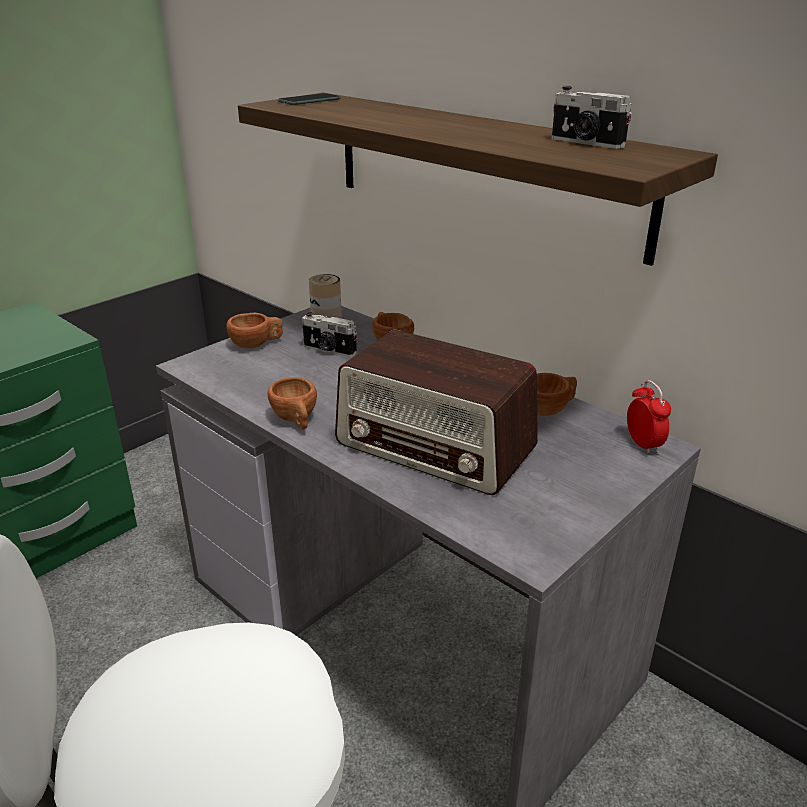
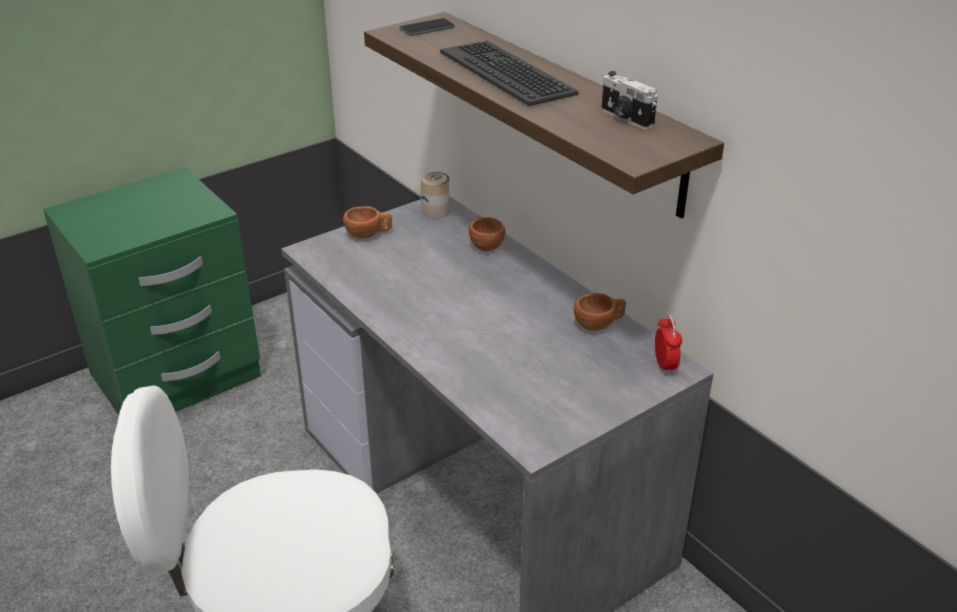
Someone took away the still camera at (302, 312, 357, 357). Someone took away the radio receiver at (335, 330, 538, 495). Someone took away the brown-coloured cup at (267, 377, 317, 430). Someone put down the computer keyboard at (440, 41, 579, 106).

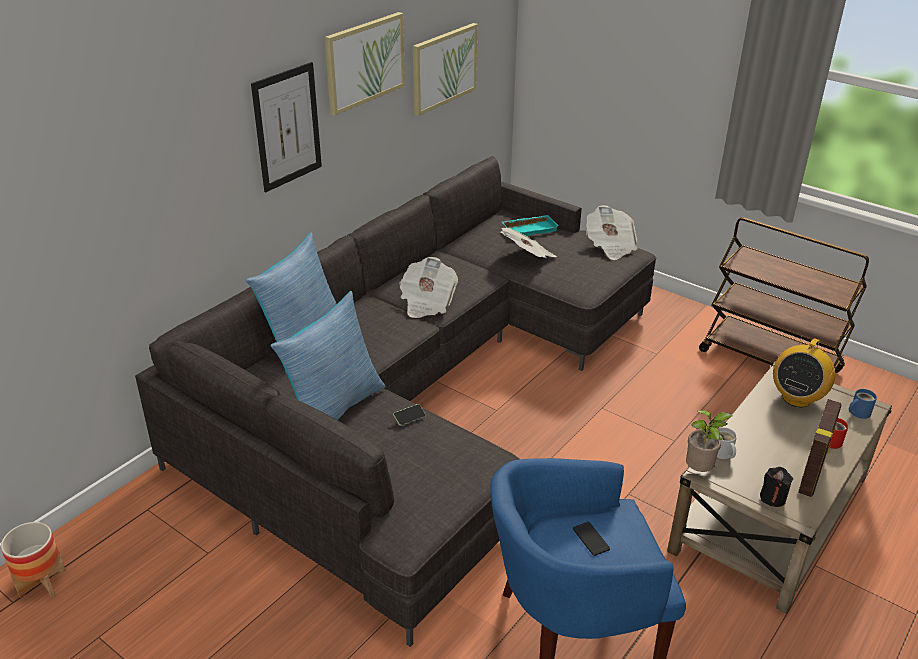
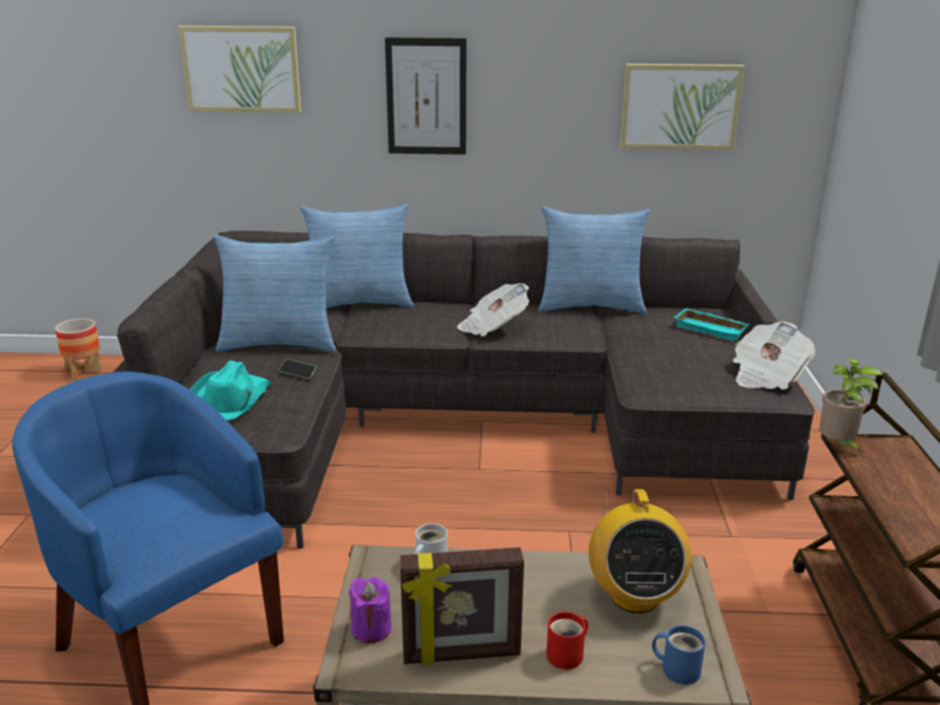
Someone carried the wall picture from (325, 12, 405, 116) to (178, 26, 301, 113). Someone took away the newspaper at (501, 228, 557, 258). Someone rotated the radio receiver at (773, 335, 835, 408) by 90 degrees counterclockwise. Someone carried the houseplant from (686, 410, 732, 472) to (819, 358, 882, 455). Someone repainted the black wax candle at (760, 467, 793, 507), which became the purplish wax candle at (349, 577, 392, 643). Someone took away the telephone at (573, 522, 610, 556). Someone put down the cushion at (538, 207, 650, 314). Someone put down the blue-green hat at (190, 361, 272, 420).

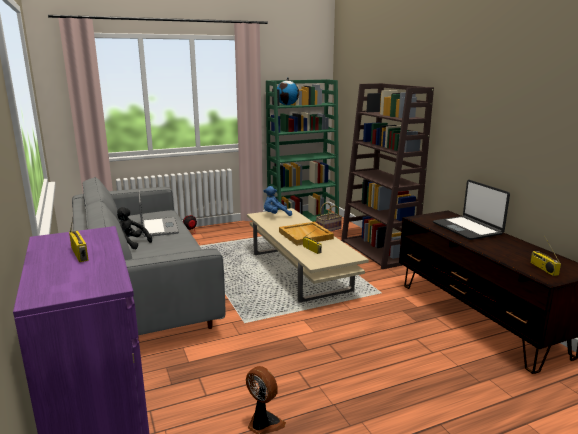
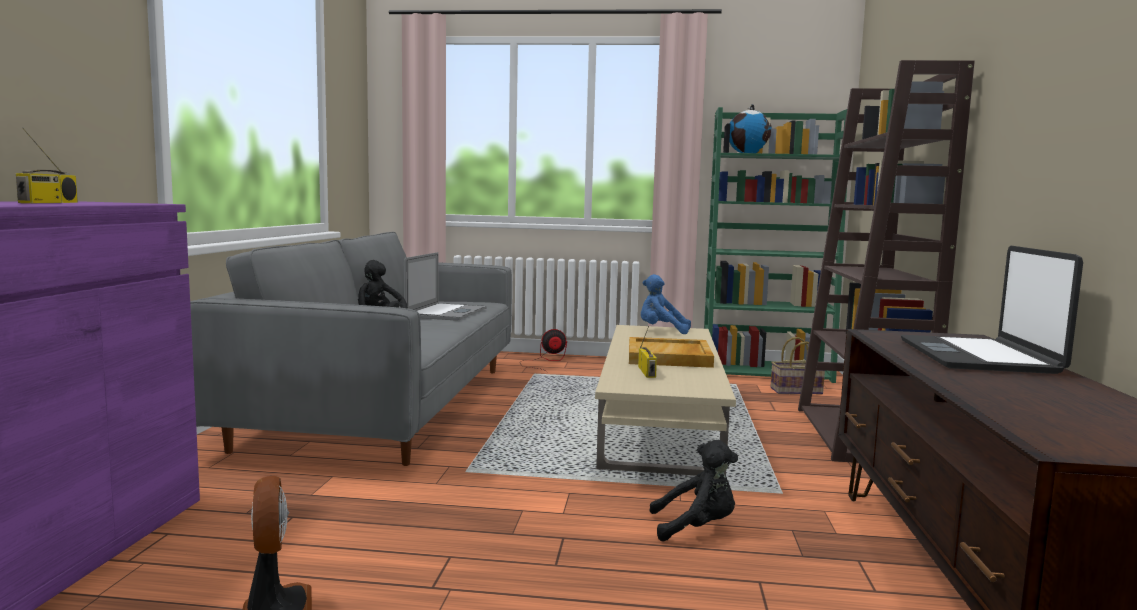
Someone took away the radio receiver at (531, 237, 561, 276). Someone put down the black soft toy at (649, 440, 738, 541).

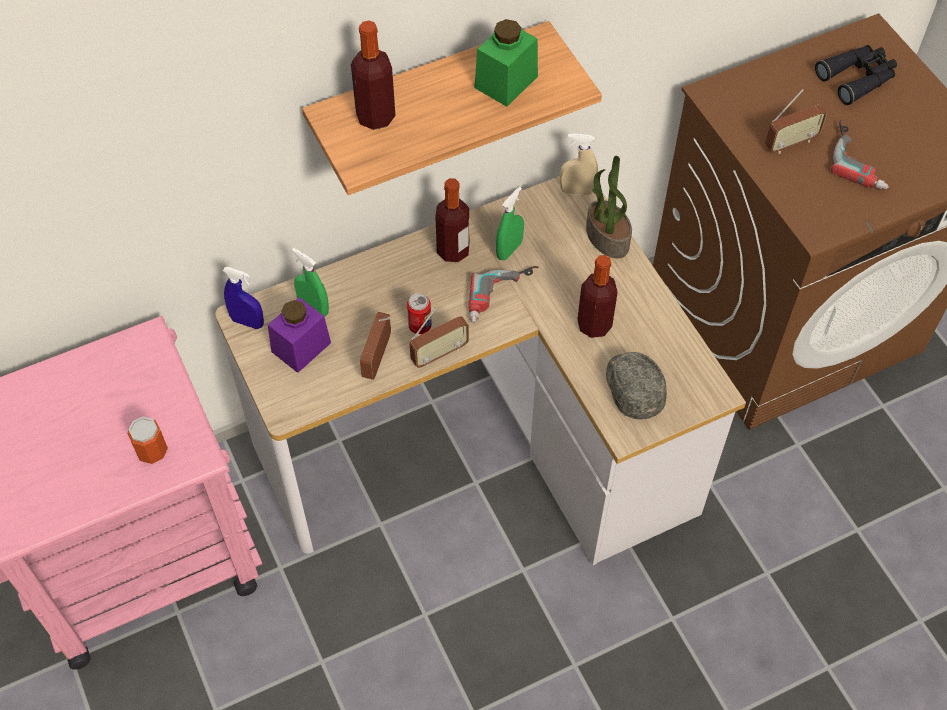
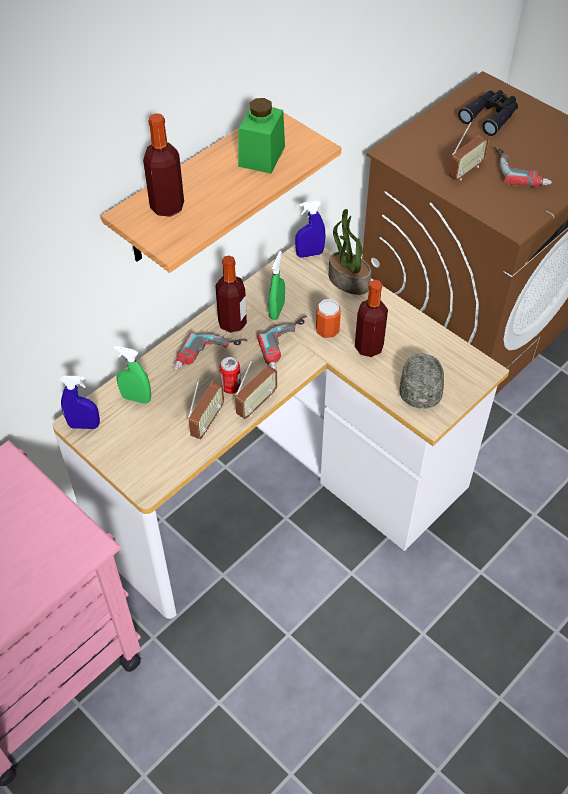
Someone repainted the beige spray bottle at (560, 133, 598, 195), which became the bluish spray bottle at (295, 200, 326, 258). Someone took away the purplish storage jar at (268, 297, 331, 373). Someone rotated the radio receiver at (360, 312, 391, 380) by 150 degrees counterclockwise. Someone rotated the greyish peaked cap at (606, 352, 667, 420) by 45 degrees clockwise. Someone carried the metal can from (127, 417, 168, 464) to (316, 299, 341, 339). Someone put down the drill at (174, 332, 248, 371).

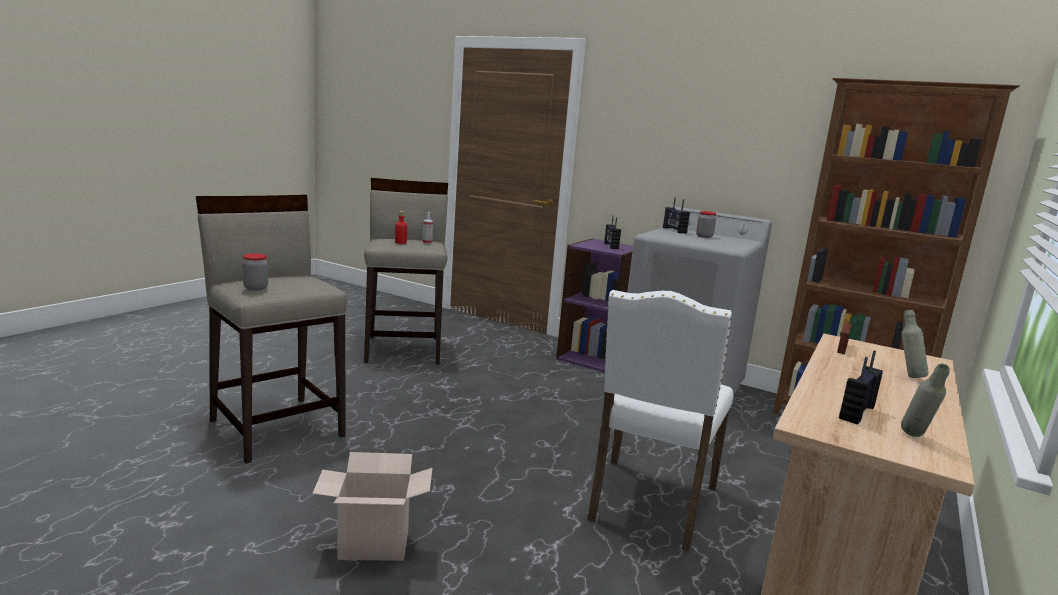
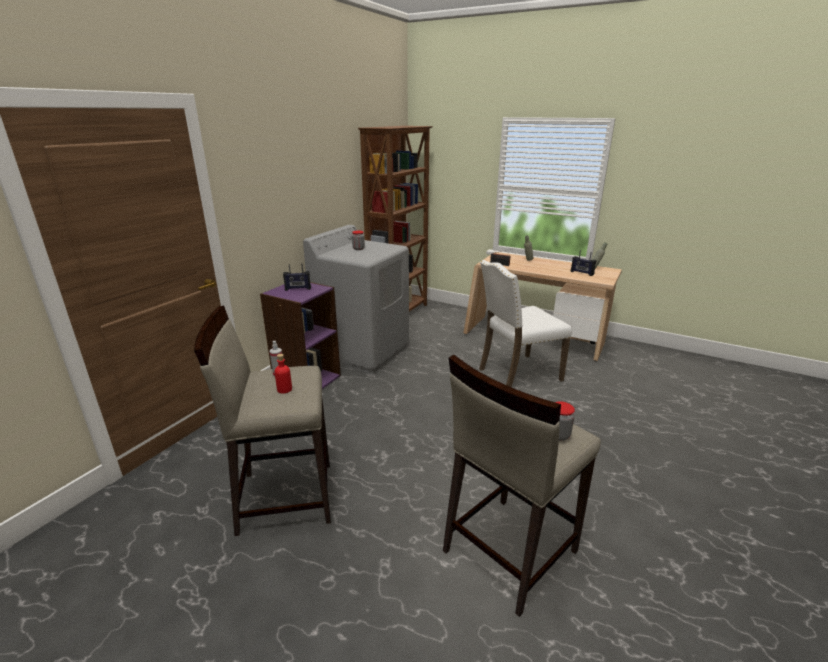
Someone took away the radio receiver at (663, 197, 690, 233). Someone rotated the white upright chair at (587, 290, 733, 551) by 135 degrees clockwise. Someone took away the carton at (312, 452, 432, 561).

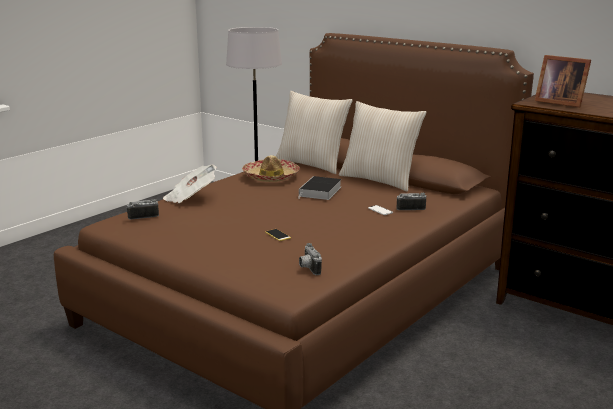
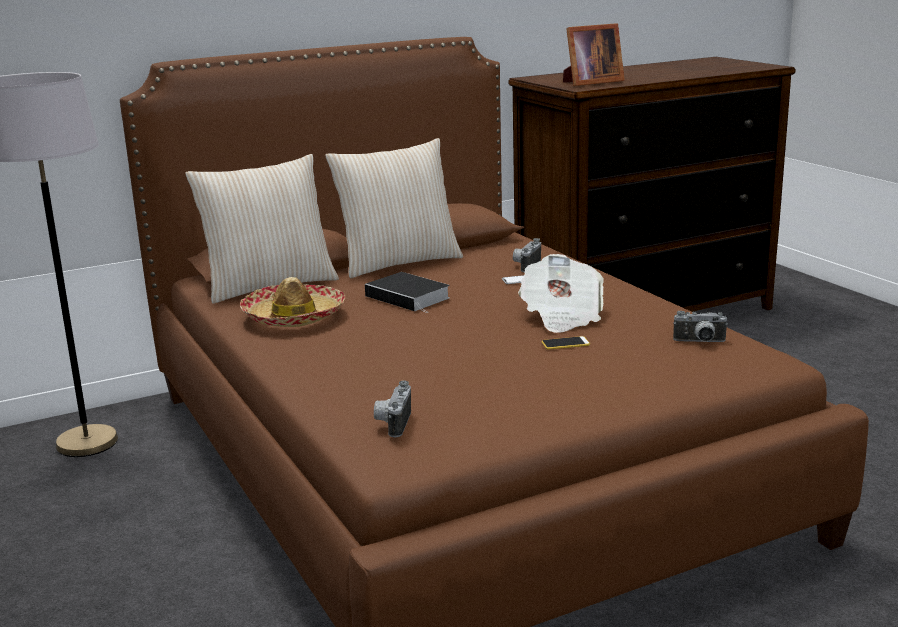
Someone carried the newspaper from (163, 165, 217, 203) to (519, 254, 604, 333).

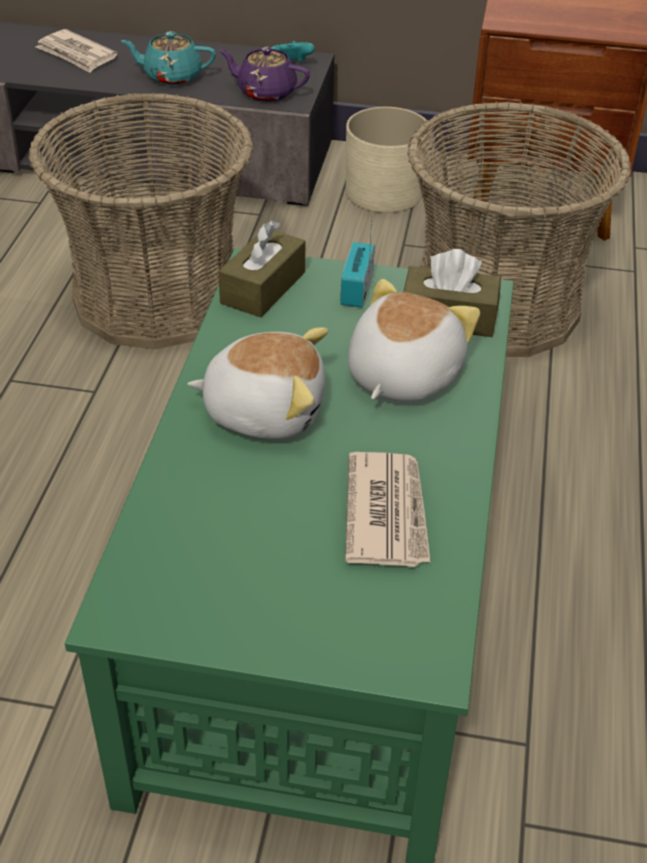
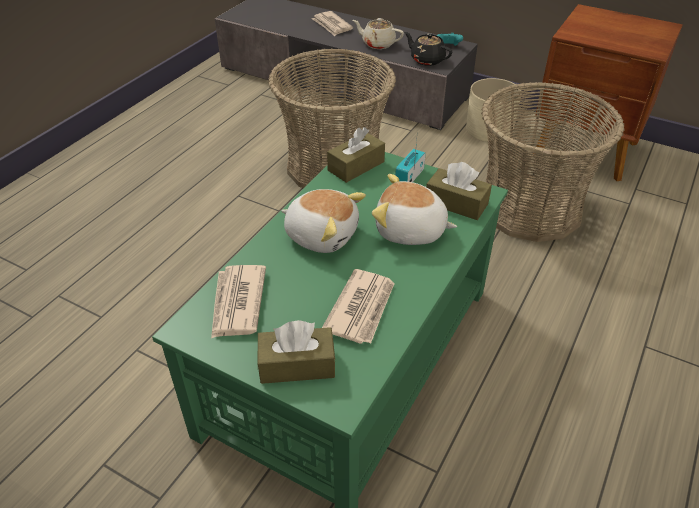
Someone repainted the blue-green tea pot at (121, 31, 216, 86), which became the beige tea pot at (353, 18, 404, 49). Someone repainted the purplish tea pot at (219, 47, 310, 102), which became the black tea pot at (404, 32, 452, 66). Someone rotated the soft toy at (348, 279, 480, 402) by 120 degrees counterclockwise. Someone put down the newspaper at (211, 265, 266, 339). Someone put down the brown-coloured box of tissues at (258, 320, 336, 384).

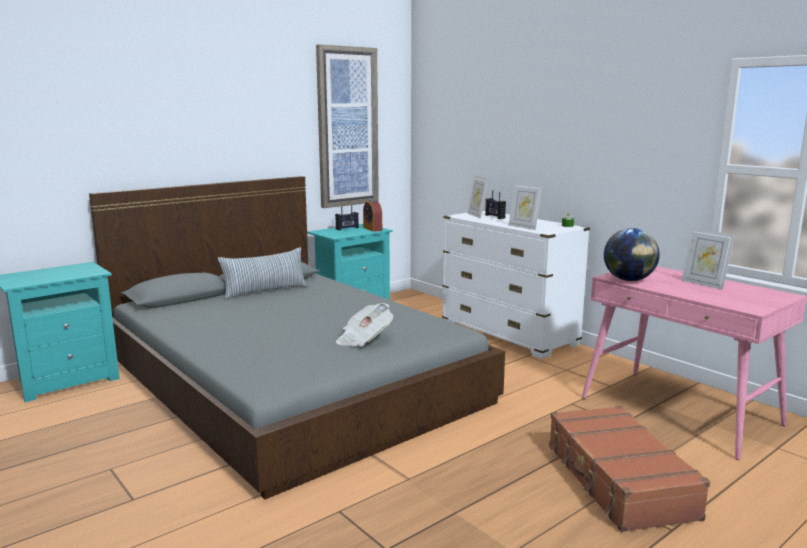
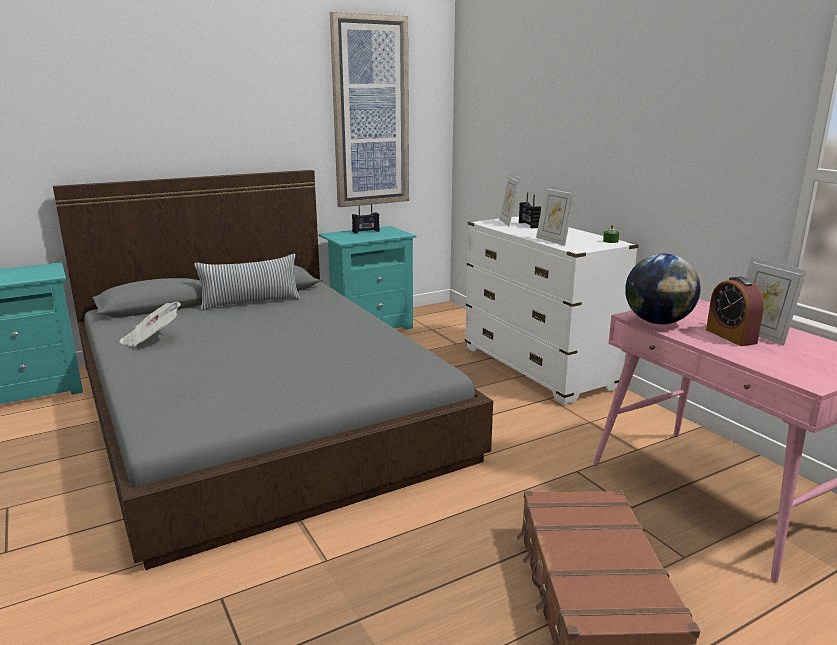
Someone carried the bedside clock from (363, 199, 382, 232) to (706, 277, 764, 346). Someone carried the newspaper from (336, 303, 393, 347) to (119, 302, 181, 347).

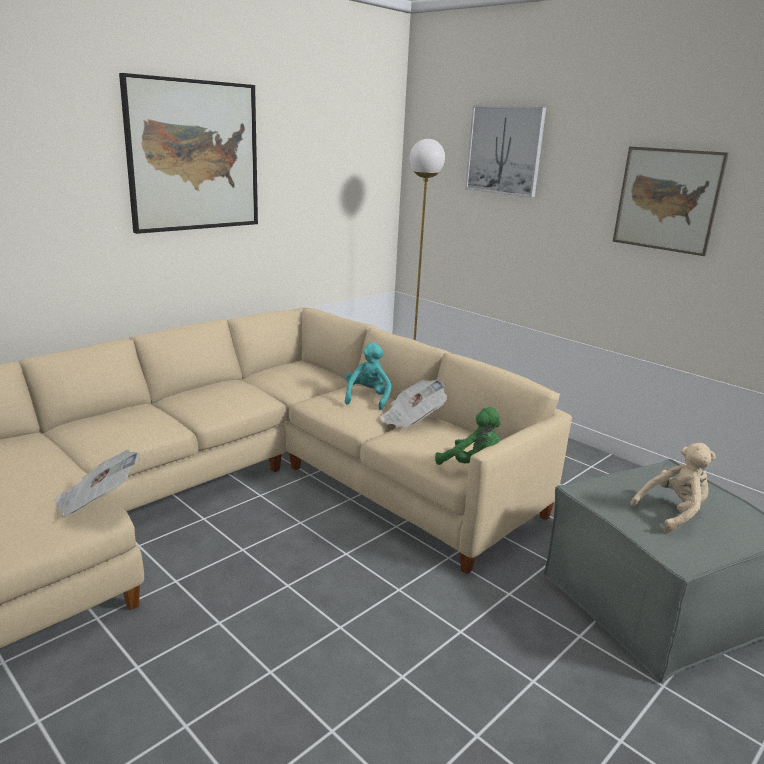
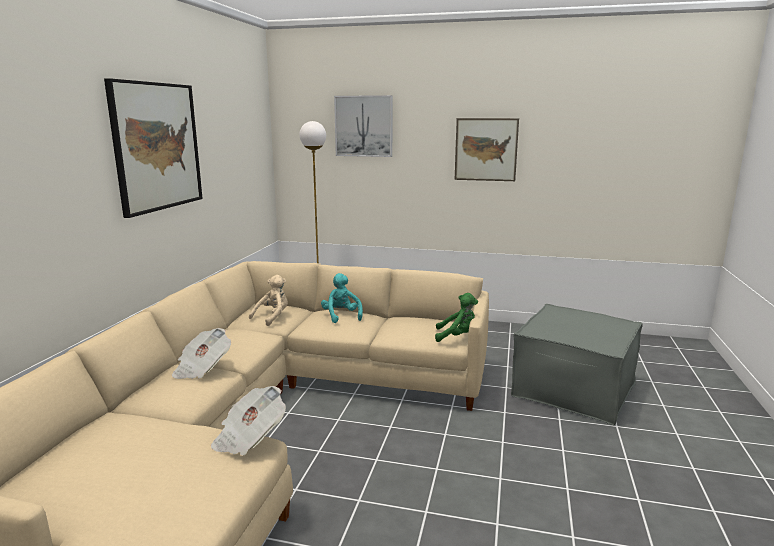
Someone carried the newspaper from (380, 380, 447, 428) to (172, 328, 231, 379). Someone carried the beige soft toy from (630, 443, 716, 533) to (249, 275, 288, 326).

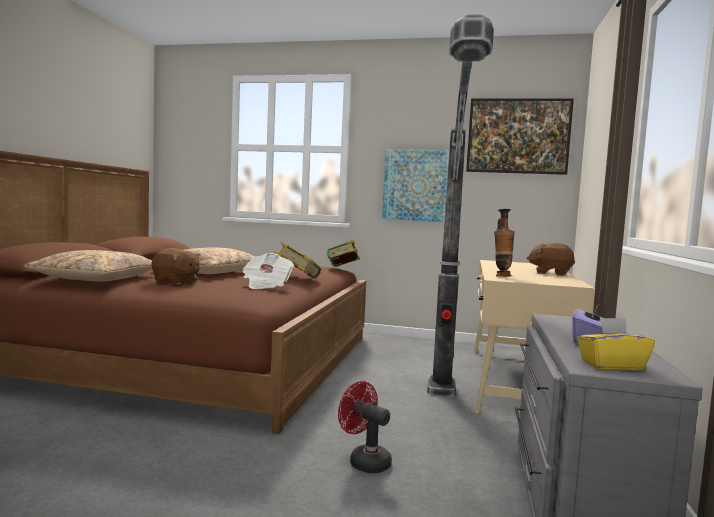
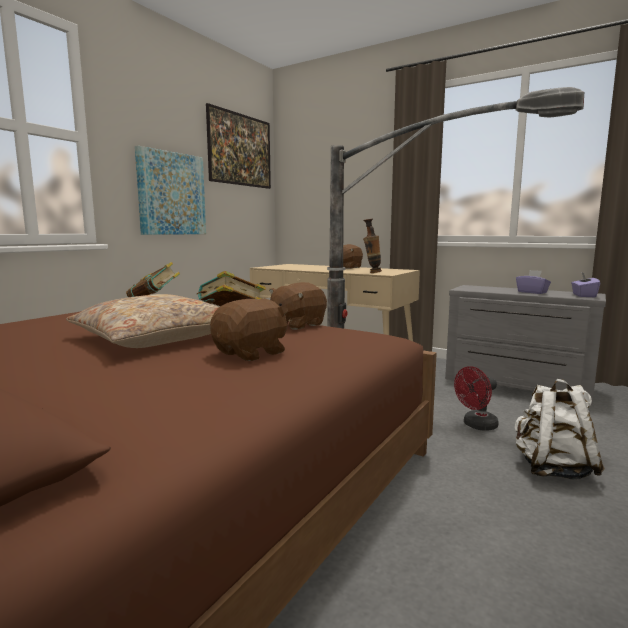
Someone took away the beige cushion at (24, 250, 152, 281). Someone swapped the newspaper at (242, 253, 294, 289) for the brown-coloured soft toy at (269, 282, 327, 330). Someone repainted the yellowish box of tissues at (577, 317, 655, 370), which became the purplish box of tissues at (571, 273, 600, 297). Someone put down the white backpack at (515, 379, 605, 479).

